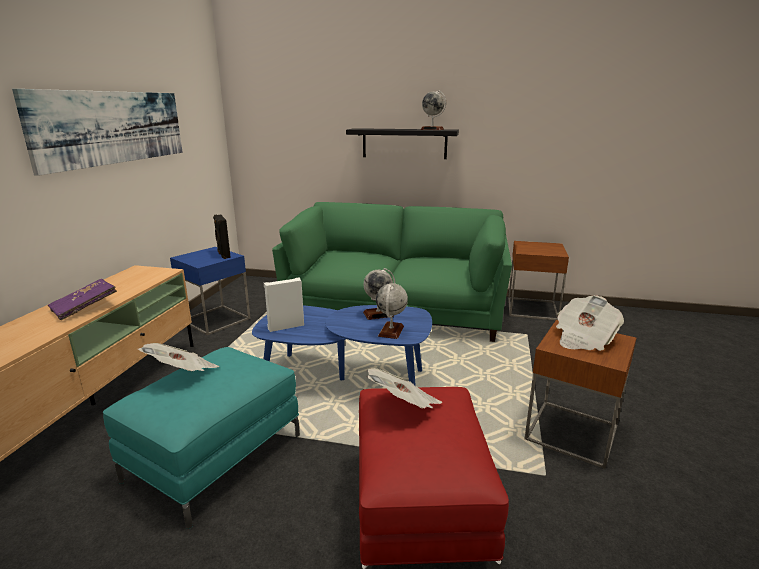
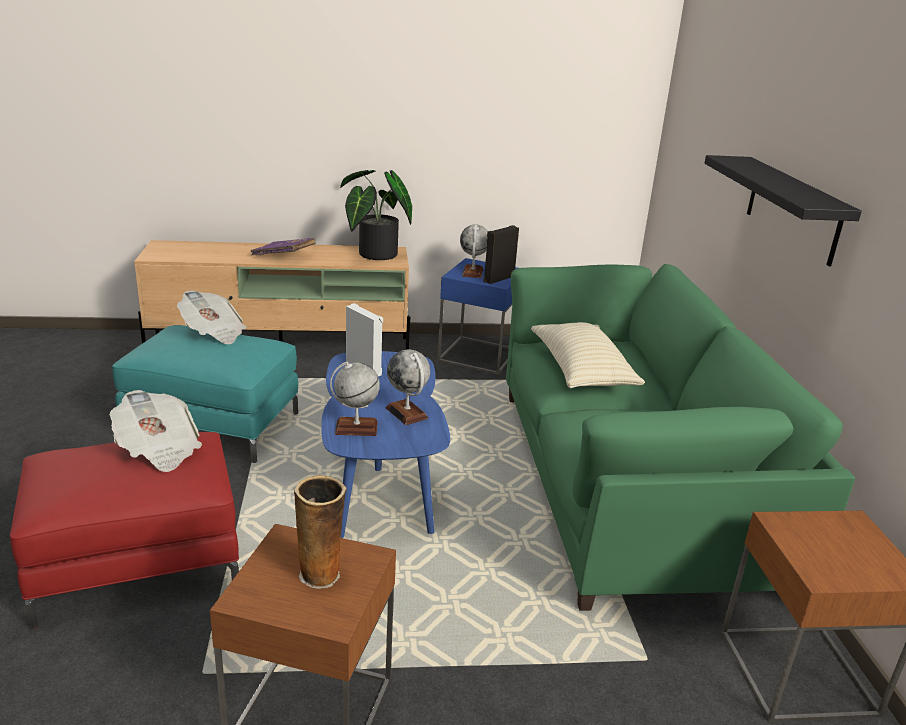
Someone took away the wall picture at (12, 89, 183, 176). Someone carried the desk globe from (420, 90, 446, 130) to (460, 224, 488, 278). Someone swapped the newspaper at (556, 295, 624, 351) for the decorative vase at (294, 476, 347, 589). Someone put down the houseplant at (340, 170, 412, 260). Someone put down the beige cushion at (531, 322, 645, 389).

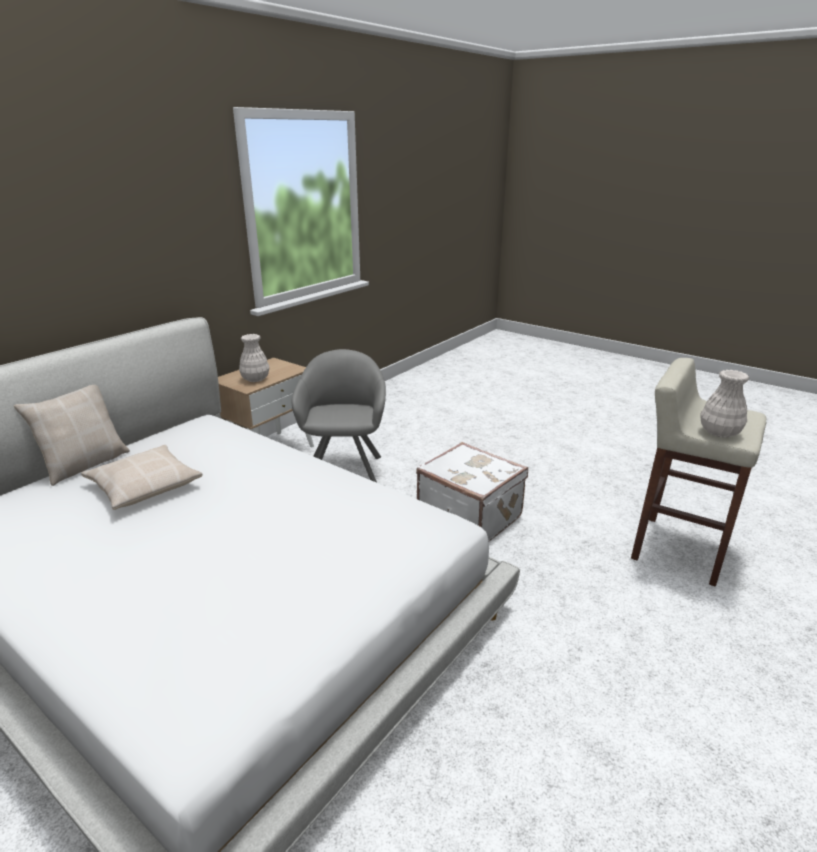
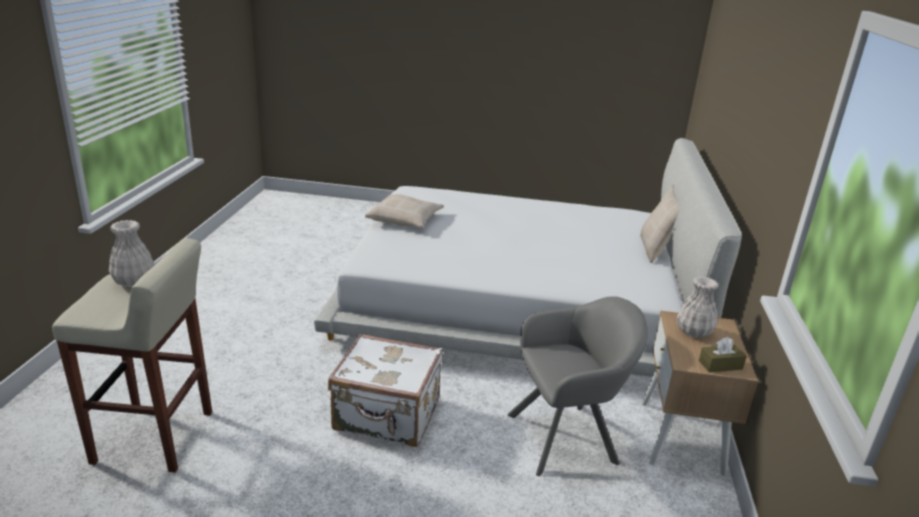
Someone rotated the greyish lounge chair at (291, 349, 386, 483) by 75 degrees counterclockwise. Someone carried the beige cushion from (81, 445, 203, 510) to (365, 194, 444, 228). Someone put down the brown-coloured box of tissues at (699, 337, 747, 372).

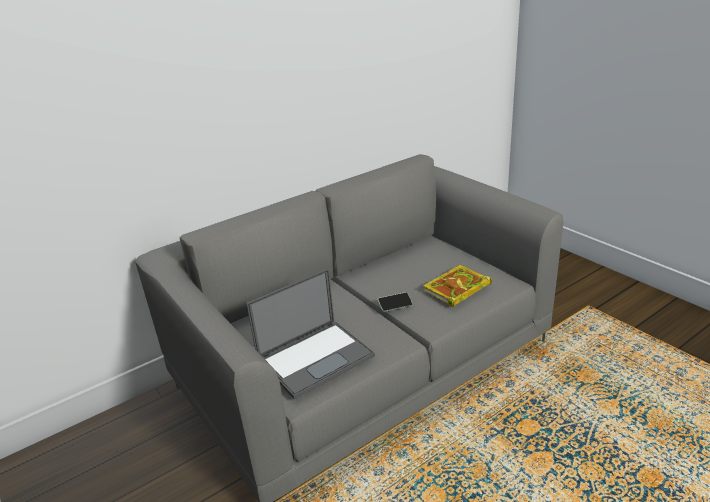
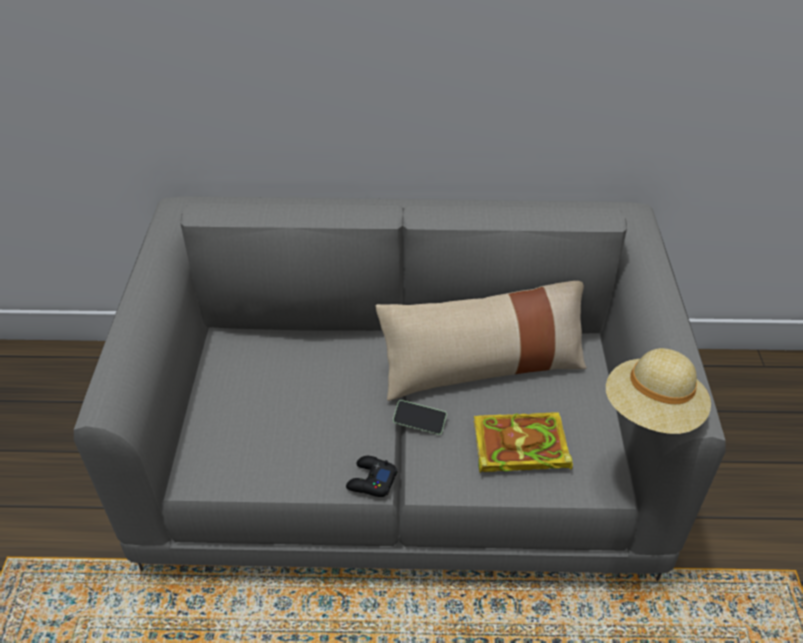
Someone took away the laptop at (246, 269, 375, 400). Someone put down the beige cushion at (376, 281, 587, 401). Someone put down the beige hat at (606, 348, 711, 434). Someone put down the black game controller at (346, 456, 397, 497).

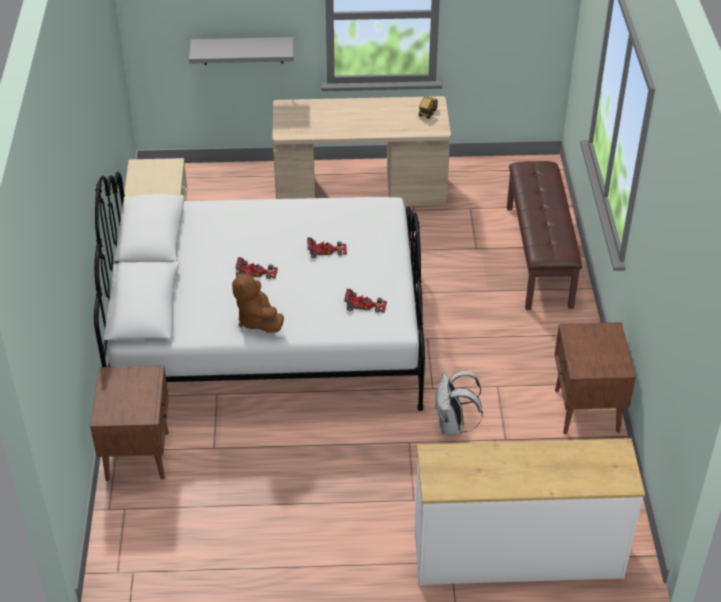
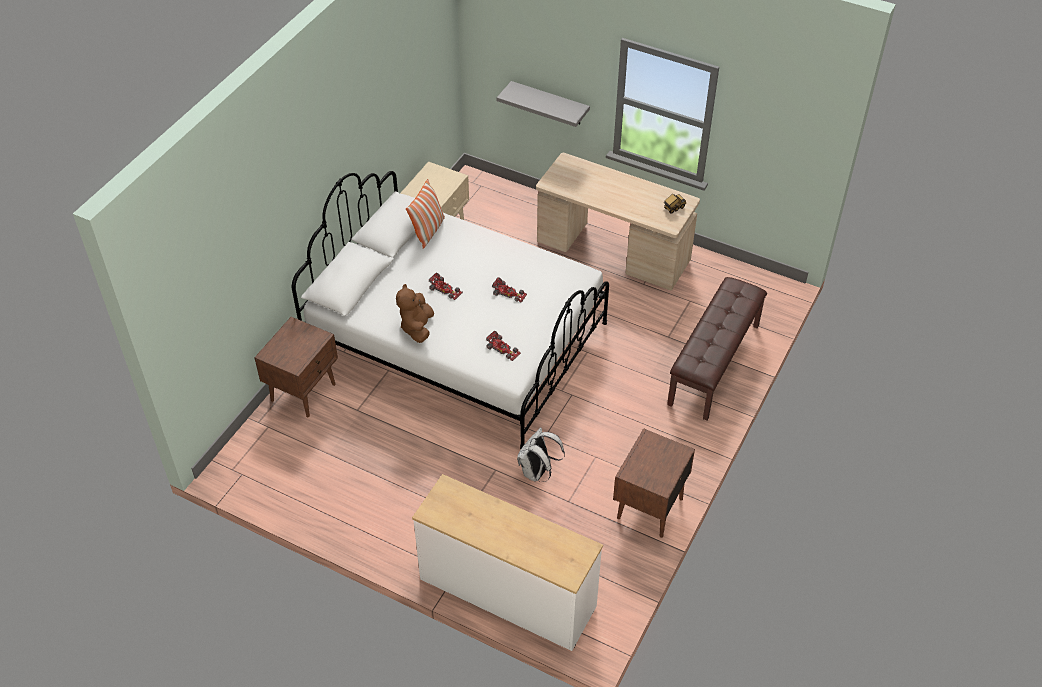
Someone put down the cushion at (406, 179, 445, 249).

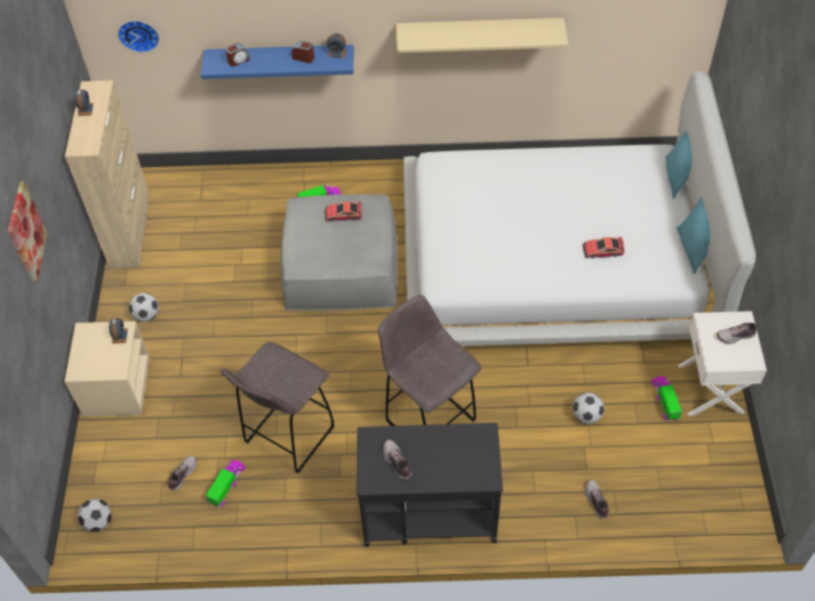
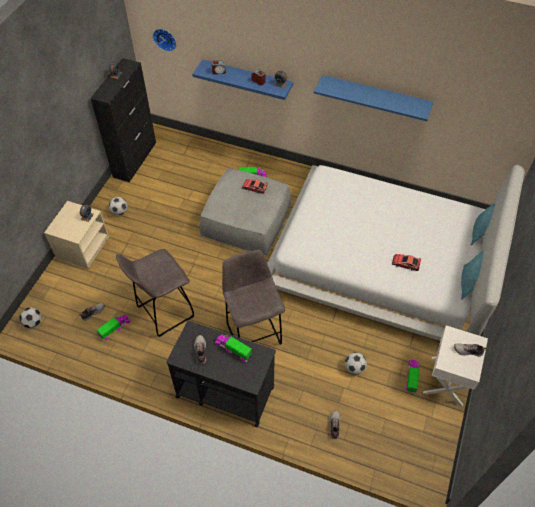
Someone repainted the beige shelf at (396, 18, 568, 53), which became the bluish shelf at (314, 75, 433, 121). Someone repainted the beige cabinet at (65, 80, 150, 269), which became the black cabinet at (90, 58, 156, 182). Someone took away the wall picture at (8, 181, 48, 283). Someone put down the toy truck at (215, 334, 252, 362).

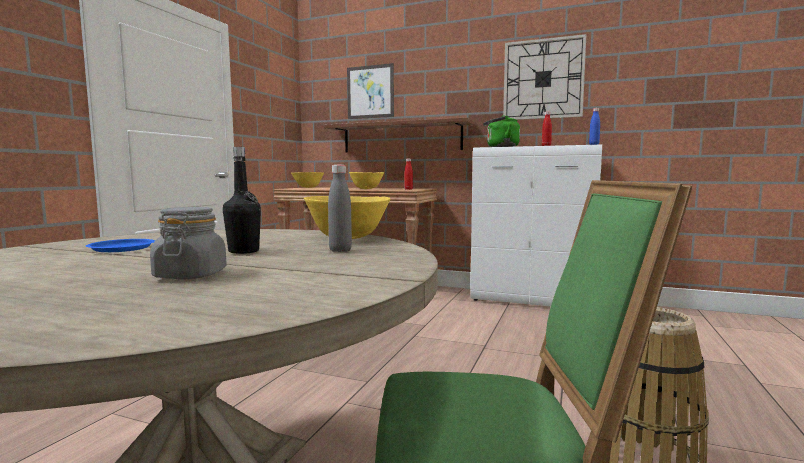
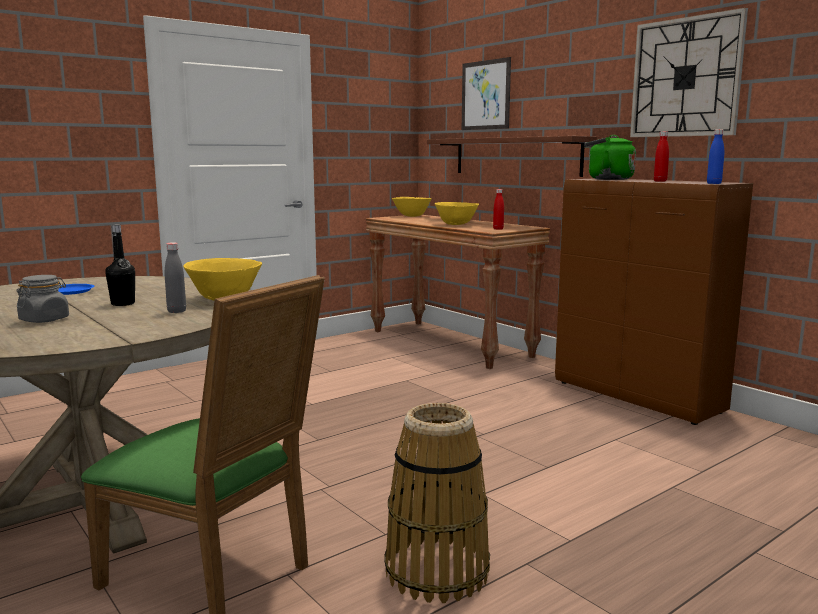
Someone repainted the white cabinet at (470, 145, 602, 306), which became the brown-coloured cabinet at (555, 179, 753, 425).

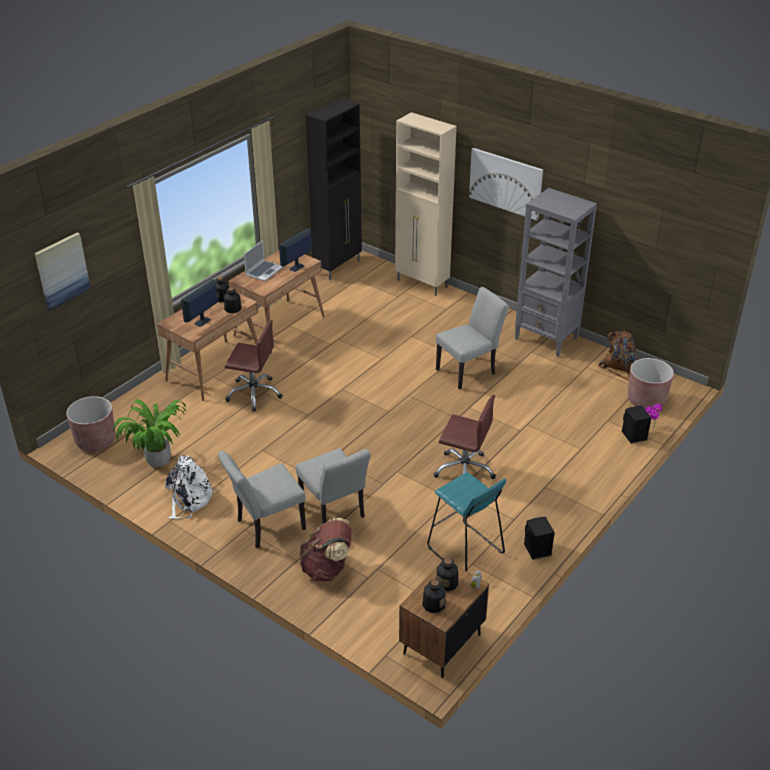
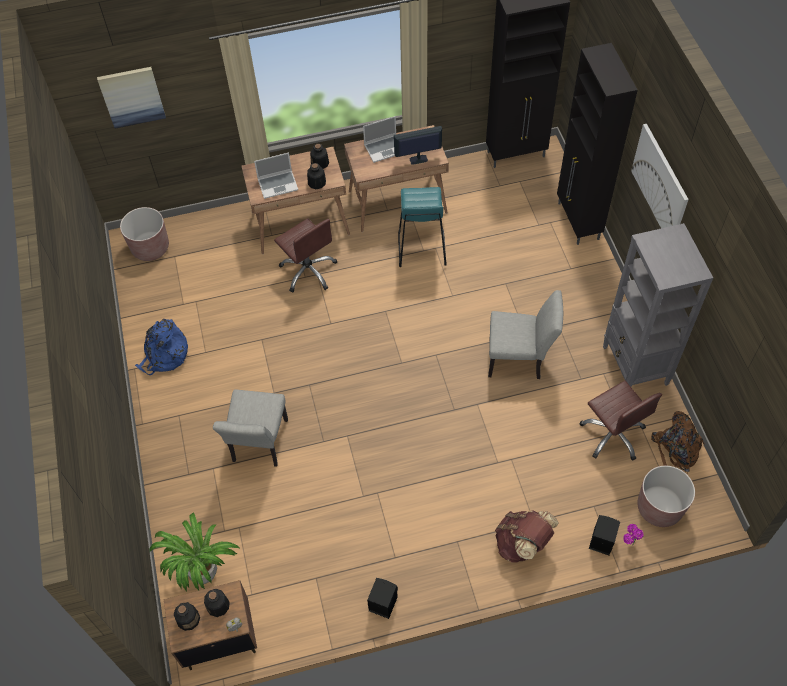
Someone repainted the beige cabinet at (395, 112, 457, 296), which became the black cabinet at (557, 43, 638, 245). Someone swapped the monitor at (181, 279, 218, 327) for the laptop at (254, 152, 298, 199). Someone carried the brown-coloured computer chair from (433, 395, 496, 479) to (580, 381, 662, 461). Someone carried the houseplant from (113, 399, 186, 467) to (149, 512, 240, 592). Someone took away the greyish upright chair at (218, 451, 306, 548). Someone repainted the white backpack at (165, 456, 215, 519), which became the bluish backpack at (135, 319, 188, 375). Someone carried the blue-green sitting stool from (427, 472, 506, 571) to (398, 187, 447, 267). Someone carried the brown-coloured backpack from (299, 518, 352, 582) to (495, 510, 559, 563).

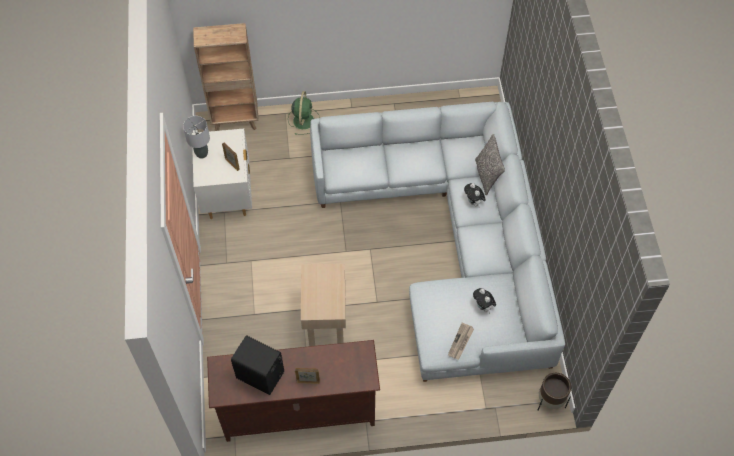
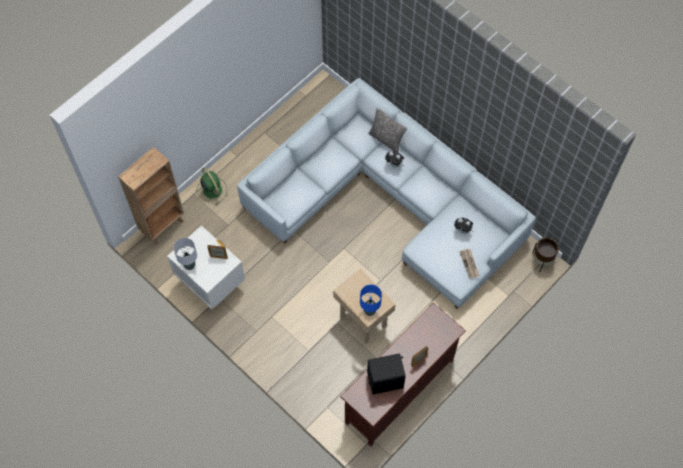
Someone put down the bluish lamp for a table at (360, 285, 382, 316).

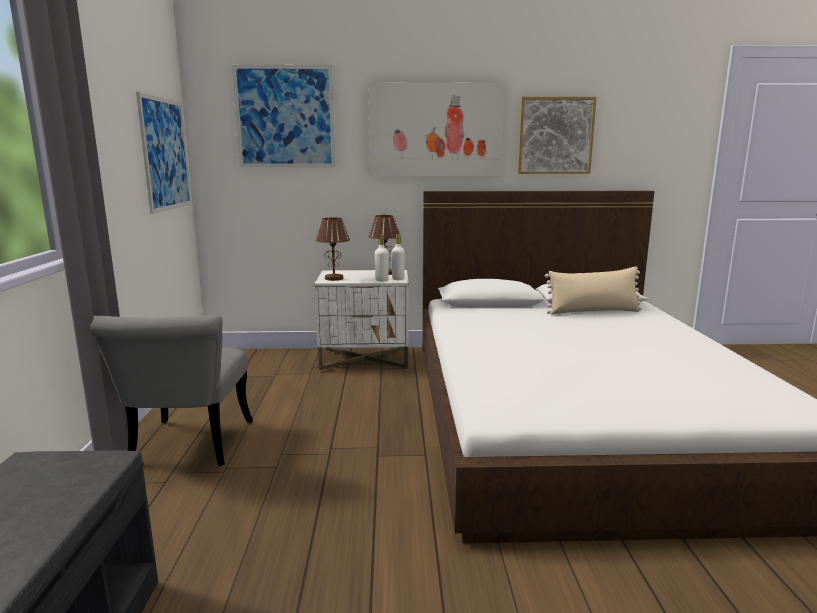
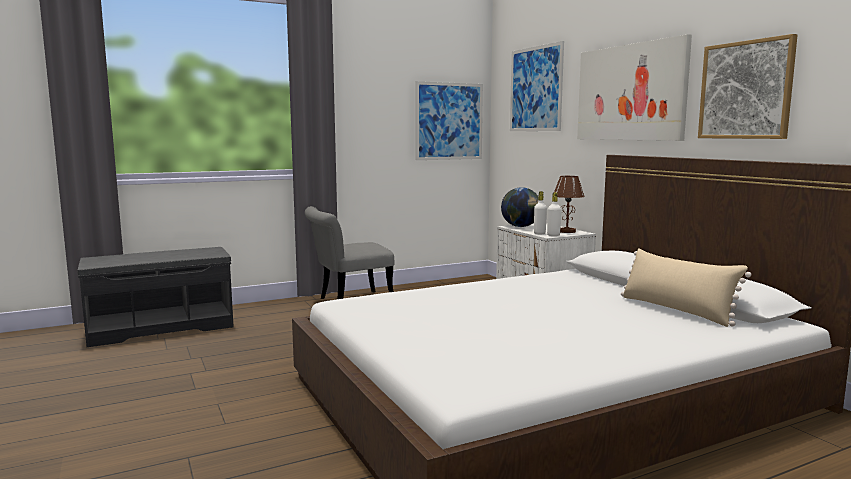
Someone swapped the brown-coloured lamp for a table at (316, 218, 350, 281) for the desk globe at (501, 187, 539, 227).

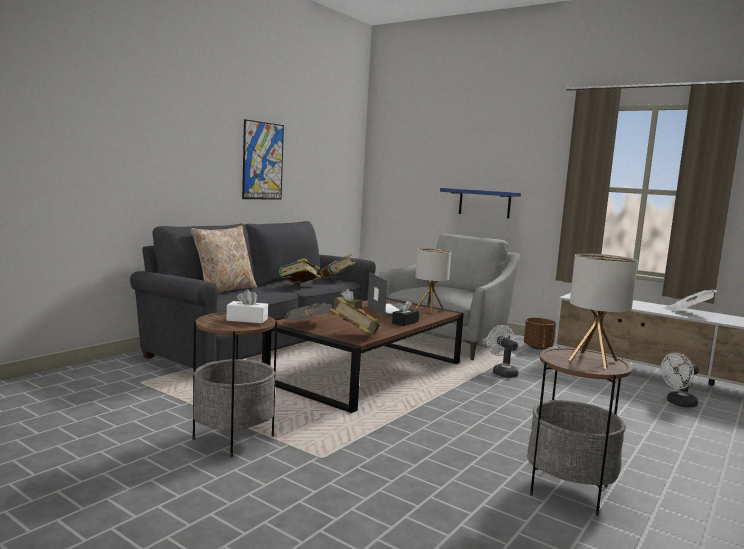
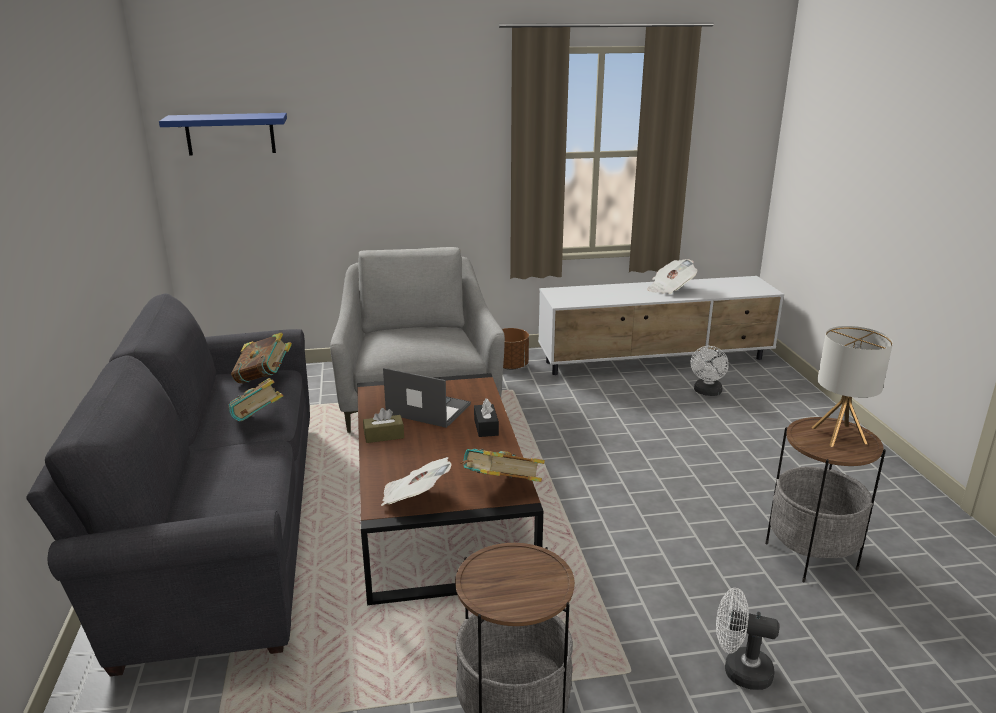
Someone took away the wall picture at (242, 119, 284, 200). Someone carried the bluish shelf from (440, 188, 521, 218) to (159, 113, 287, 155). Someone took away the beige cushion at (191, 226, 257, 293). Someone took away the lamp for a table at (415, 248, 451, 314). Someone took away the white box of tissues at (227, 289, 268, 323). Someone carried the white fan from (487, 325, 519, 378) to (716, 588, 780, 690).

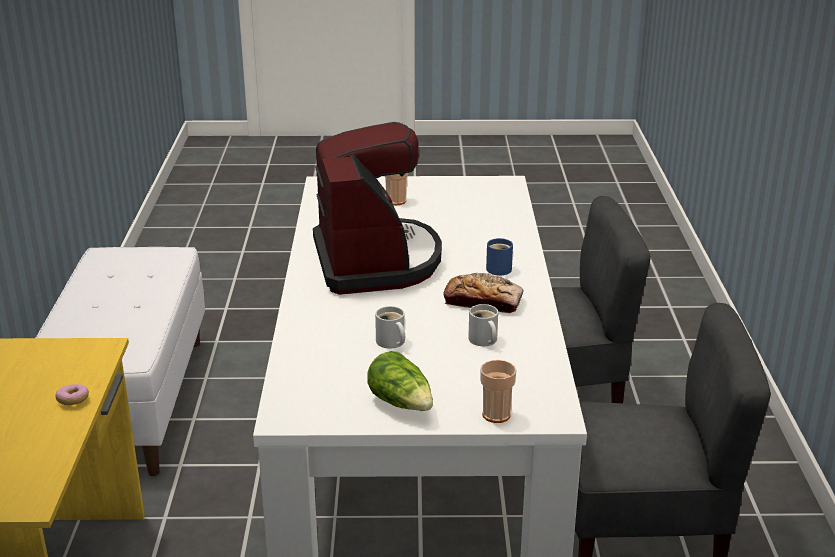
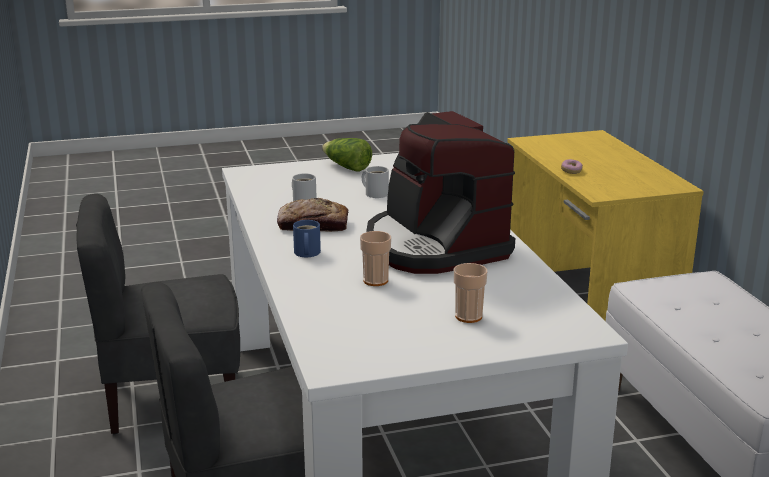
Someone carried the cup from (480, 360, 516, 423) to (360, 231, 391, 286).

